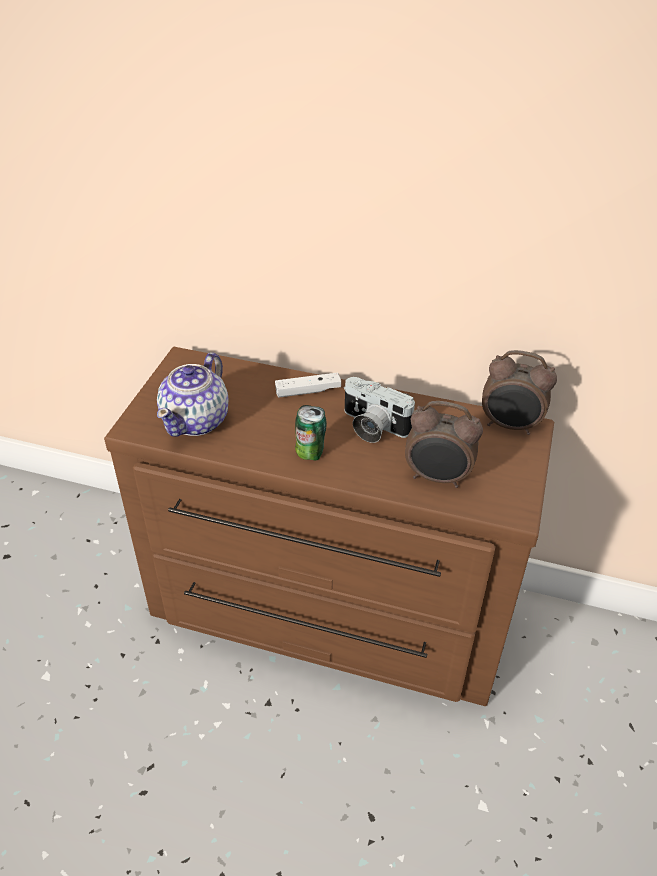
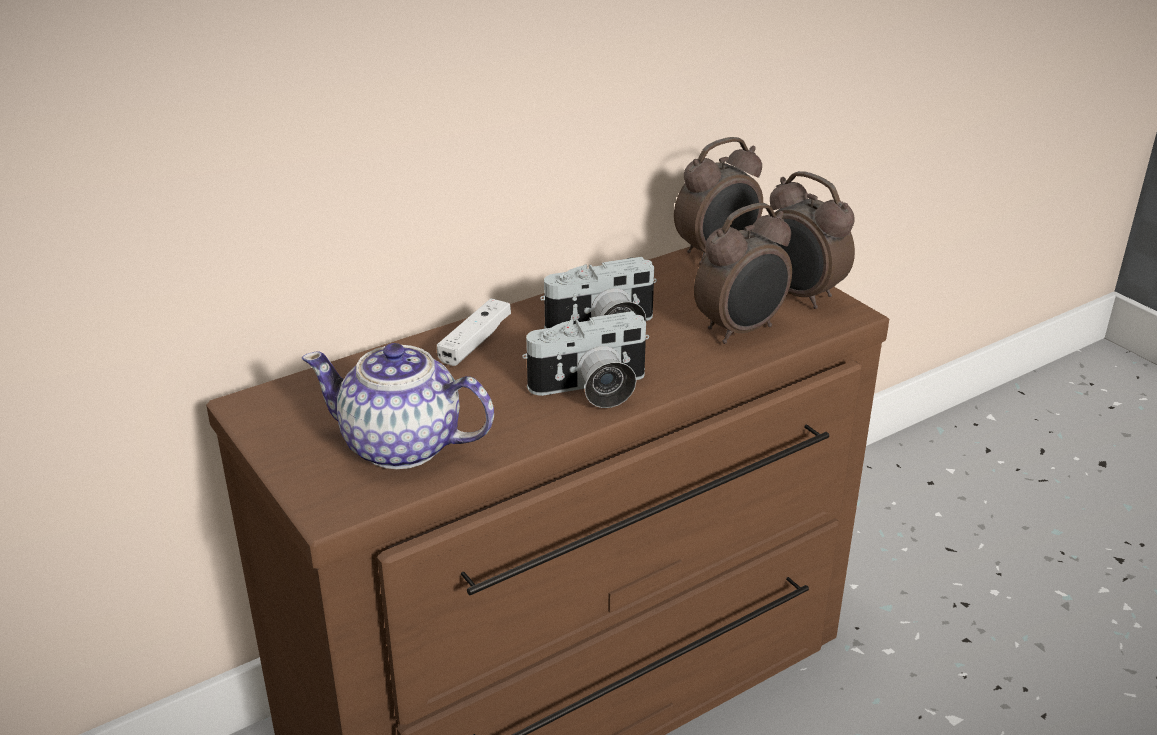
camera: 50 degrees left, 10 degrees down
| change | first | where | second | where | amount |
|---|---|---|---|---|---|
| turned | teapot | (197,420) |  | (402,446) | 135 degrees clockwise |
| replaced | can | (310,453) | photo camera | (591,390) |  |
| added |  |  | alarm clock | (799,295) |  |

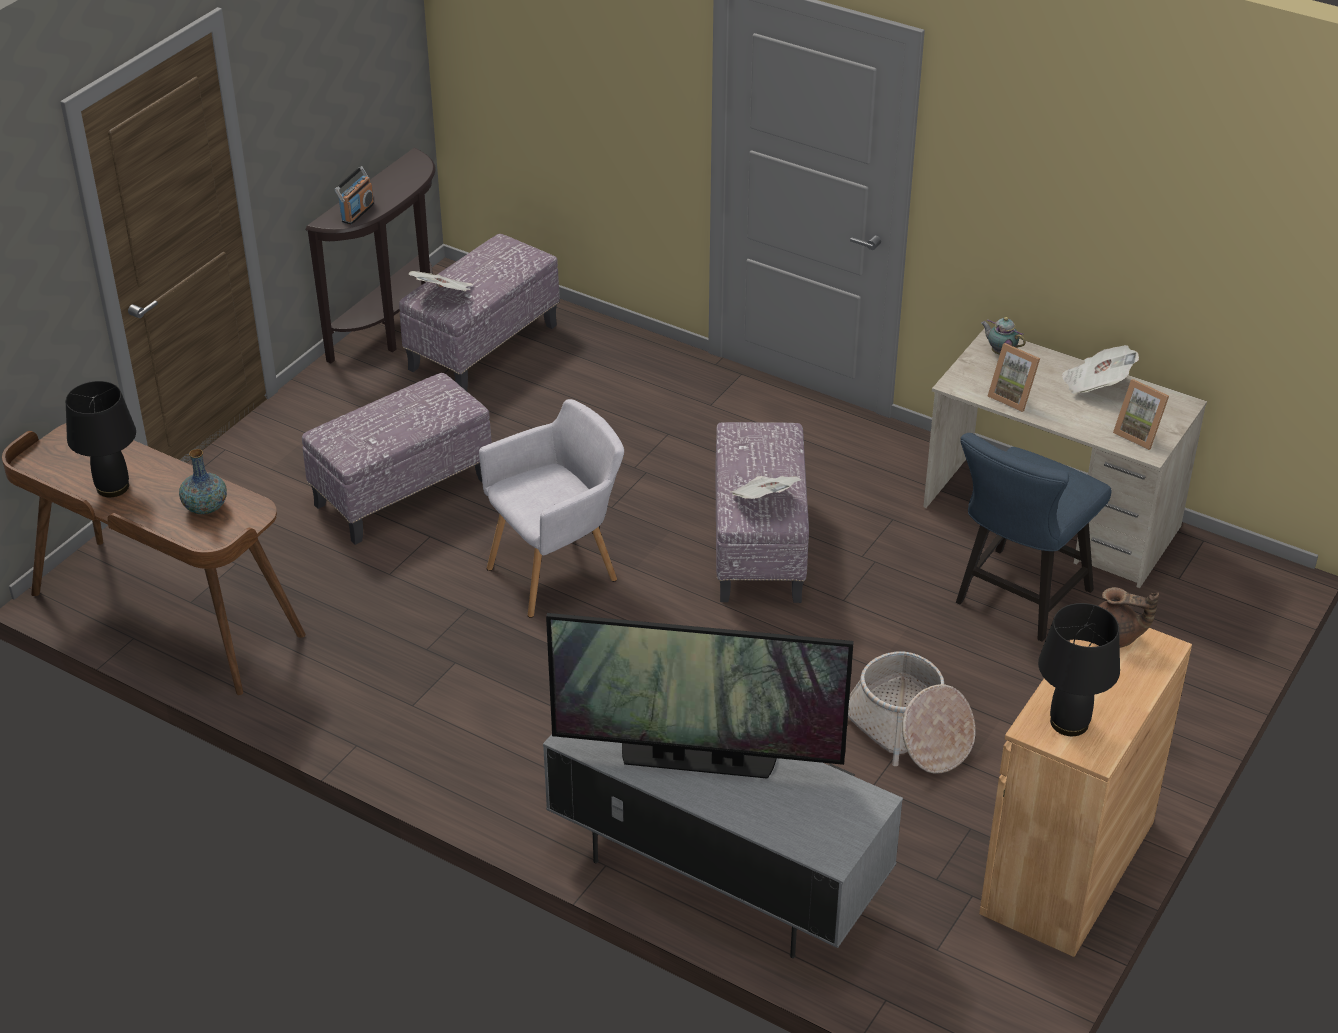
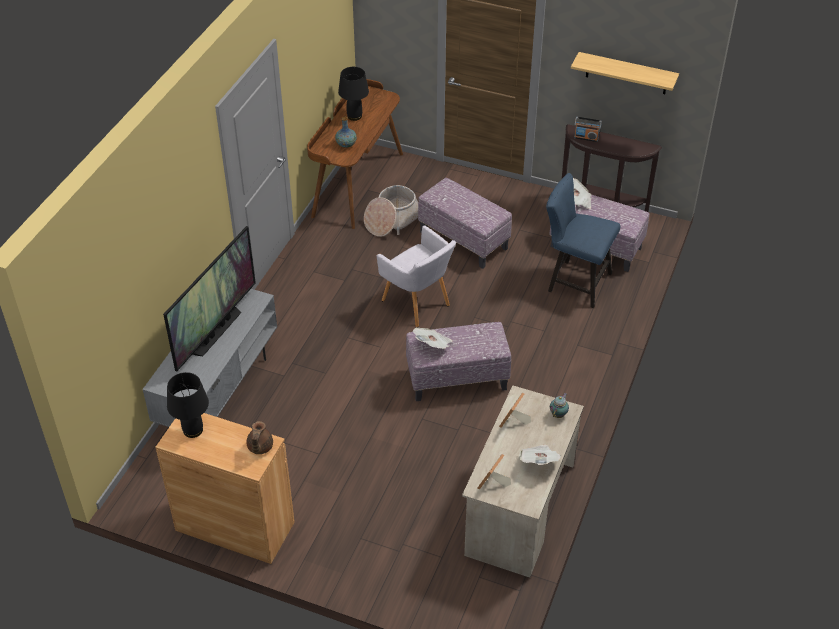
camera: 80 degrees right, 5 degrees up
| change | first | where | second | where | amount |
|---|---|---|---|---|---|
| turned | television | (697,760) |  | (216,331) | 150 degrees counterclockwise |
| moved | basket | (909,732) |  | (392,220) |  |
| moved | blue chair | (1017,601) |  | (574,282) |  |
| added |  |  | shelf | (626,73) |  |

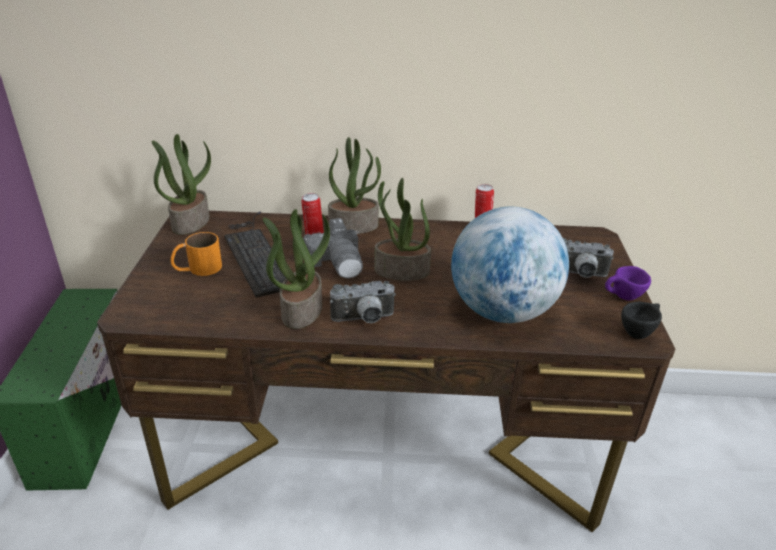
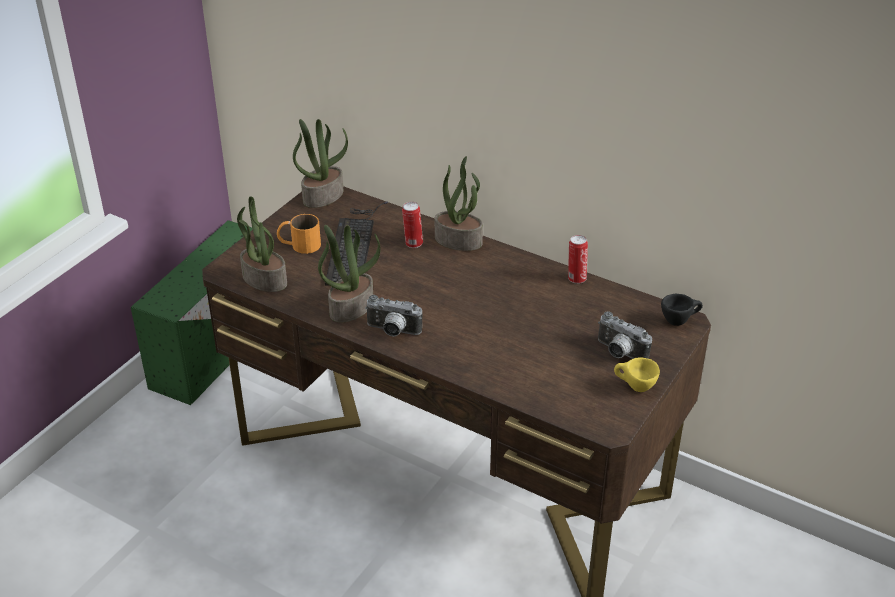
camera: 30 degrees right, 5 degrees up
| change | first | where | second | where | amount |
|---|---|---|---|---|---|
| removed | photo camera | (337,263) |  |  |  |
| moved | potted plant | (401,271) |  | (263,280) |  |
| removed | globe | (502,311) |  |  |  |
| recoloured | purple cup | (622,298) | yellow cup | (634,387) |  |
| moved | black cup | (638,332) |  | (679,321) |  |

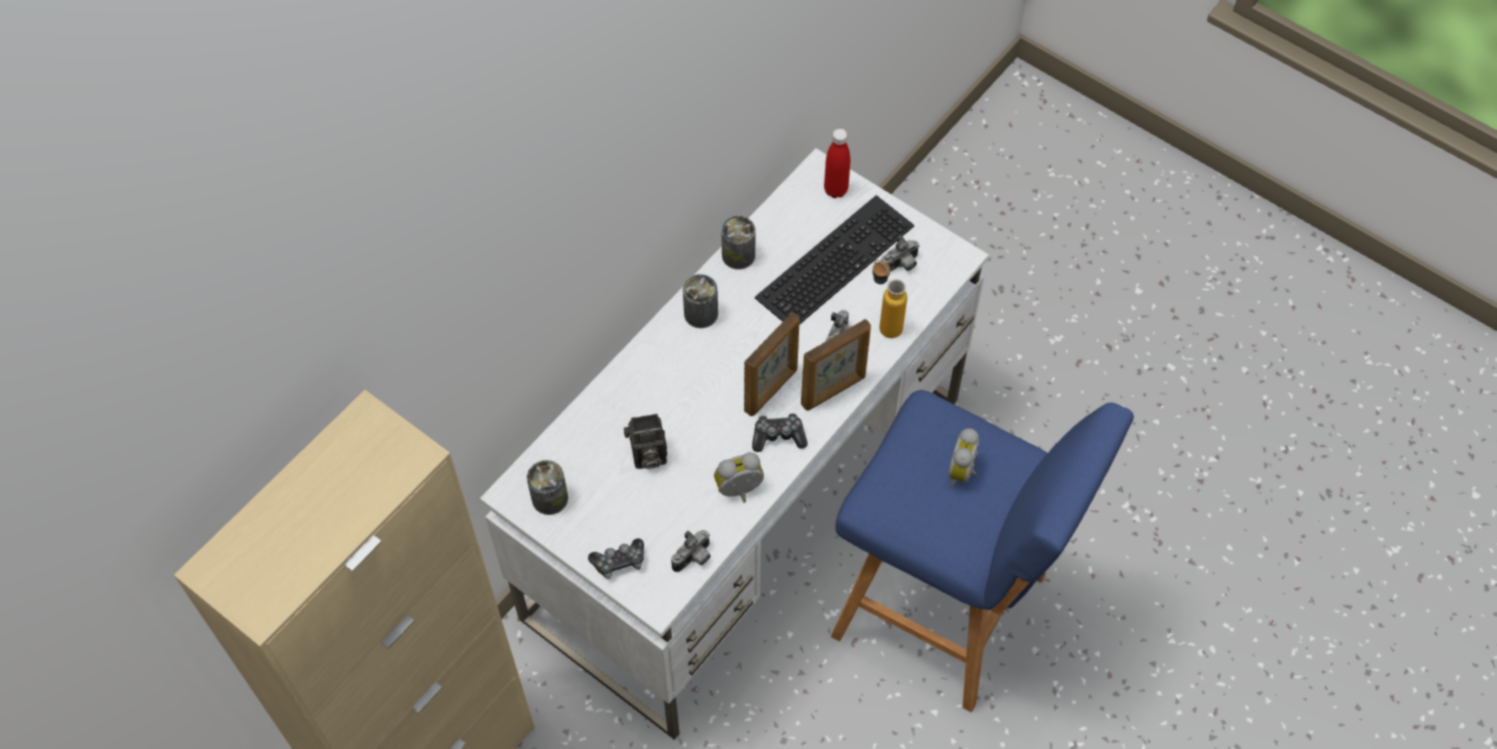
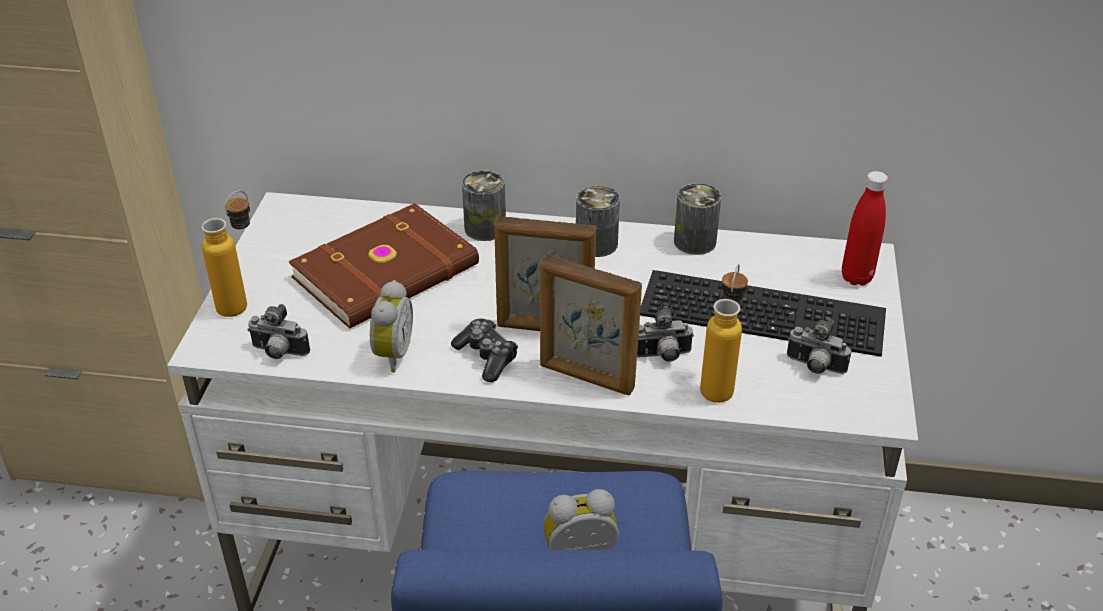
camera: 60 degrees right, 20 degrees down
| change | first | where | second | where | amount |
|---|---|---|---|---|---|
| moved | can | (550,498) |  | (485,228) |  |
| replaced | game controller | (619,562) | bottle | (242,302) |  |
| replaced | photo camera | (647,456) | brown book | (388,272) |  |
| turned | alarm clock | (740,491) |  | (391,354) | 60 degrees clockwise |

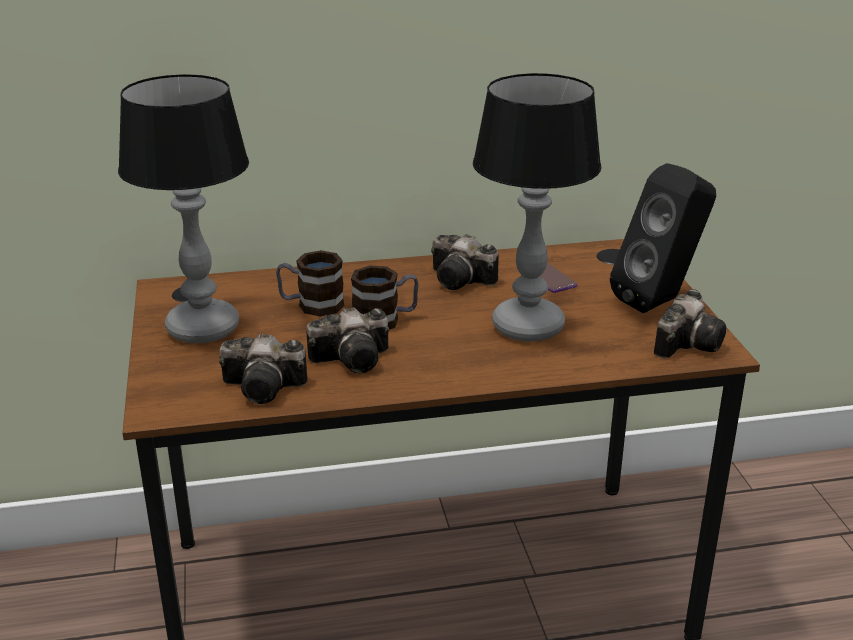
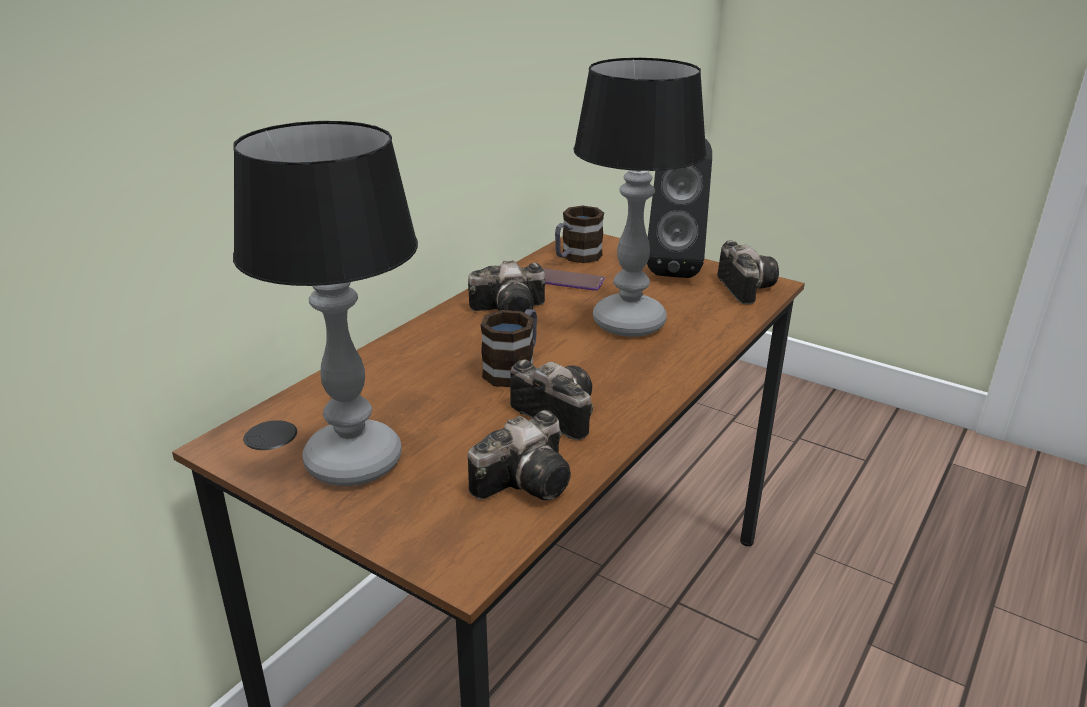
camera: 45 degrees left, 0 degrees up
| change | first | where | second | where | amount |
|---|---|---|---|---|---|
| moved | mug | (311,305) |  | (576,257) |  |
| turned | photo camera | (355,359) |  | (554,413) | 75 degrees counterclockwise |

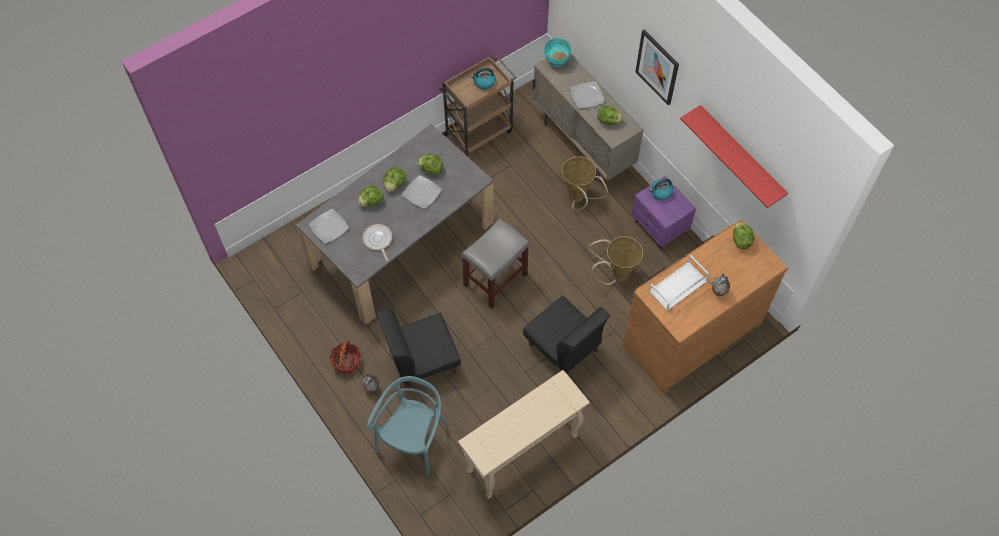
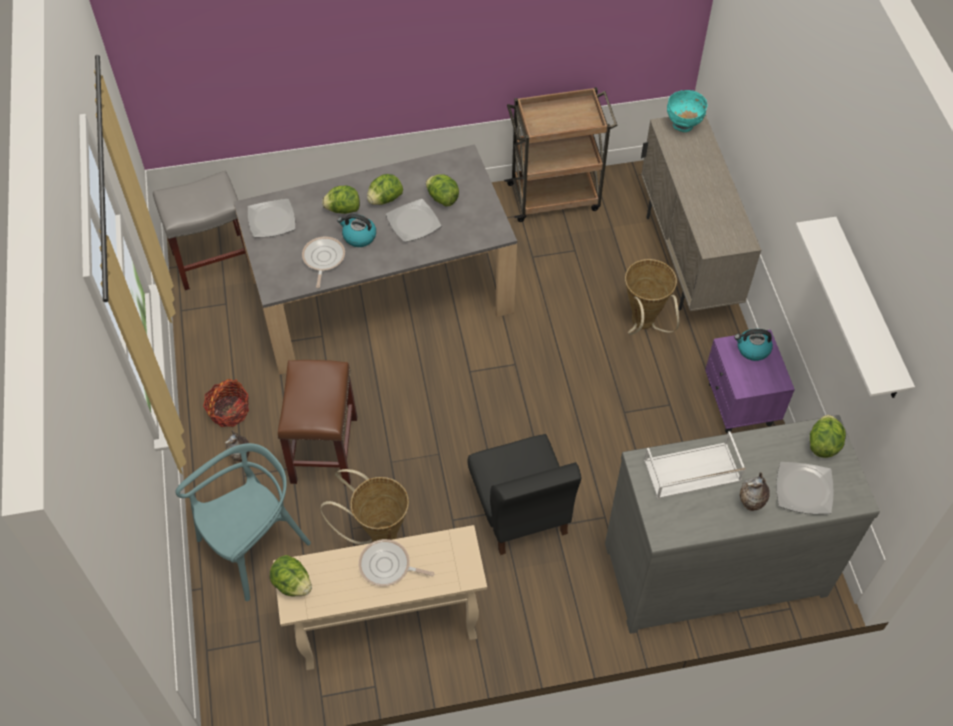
camera: 25 degrees right, 5 degrees down
| change | first | where | second | where | amount |
|---|---|---|---|---|---|
| replaced | black chair | (422,361) | brown stool | (324,449) |  |
| moved | grey stool | (495,281) |  | (212,261) |  |
| moved | kettle | (484,82) |  | (359,236) |  |
| moved | plate | (586,96) |  | (803,489) |  |
| moved | basket | (616,275) |  | (378,535) |  |
| moved | lettuce | (608,121) |  | (292,584) |  |
| recoloured | brown dresser | (690,333) | grey dresser | (712,565) |  |
| removed | picture | (657,67) |  |  |  |
| recoloured | red shelf | (740,156) | white shelf | (867,311) |  |
| added |  |  | frying pan | (388,566) |  |

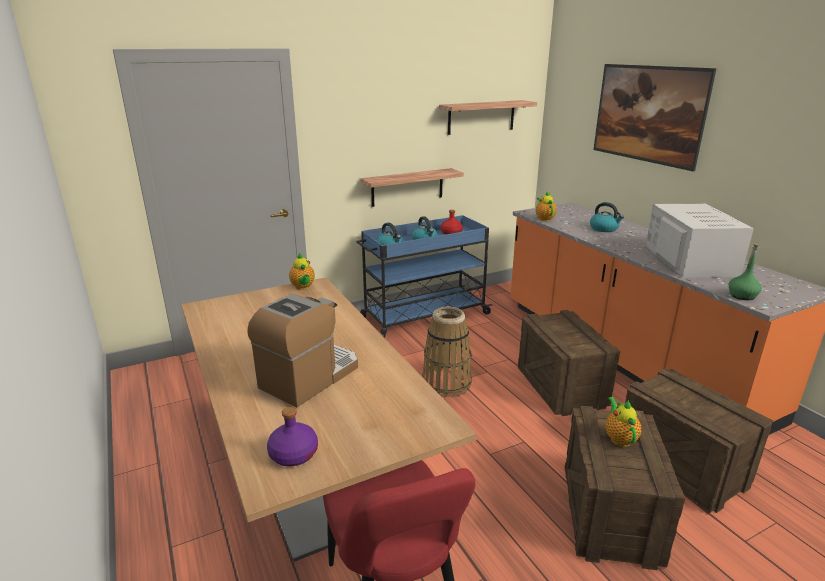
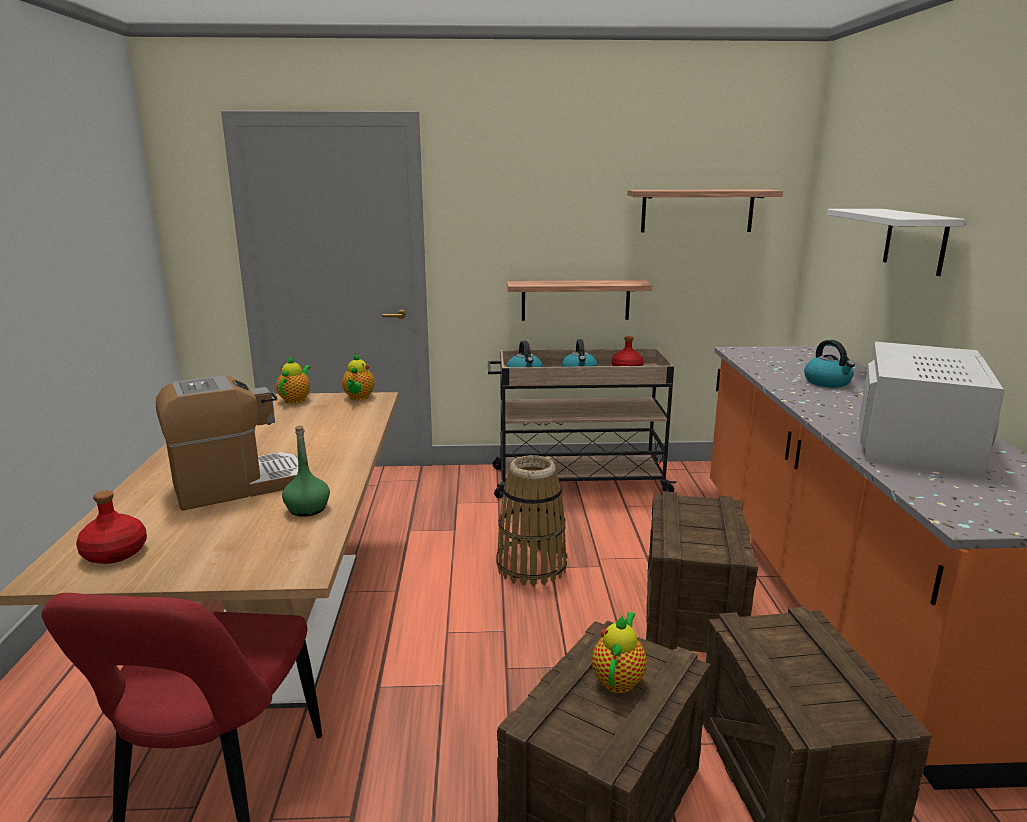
camera: 25 degrees right, 5 degrees down
| change | first | where | second | where | amount |
|---|---|---|---|---|---|
| recoloured | purple bottle | (293,454) | red bottle | (114,553) |  |
| recoloured | blue cart | (423,316) | beige cart | (577,481) |  |
| moved | teapot | (544,219) |  | (296,399) |  |
| replaced | picture | (644,137) | white shelf | (915,241) |  |
| moved | green bottle | (742,296) |  | (307,509) |  |

